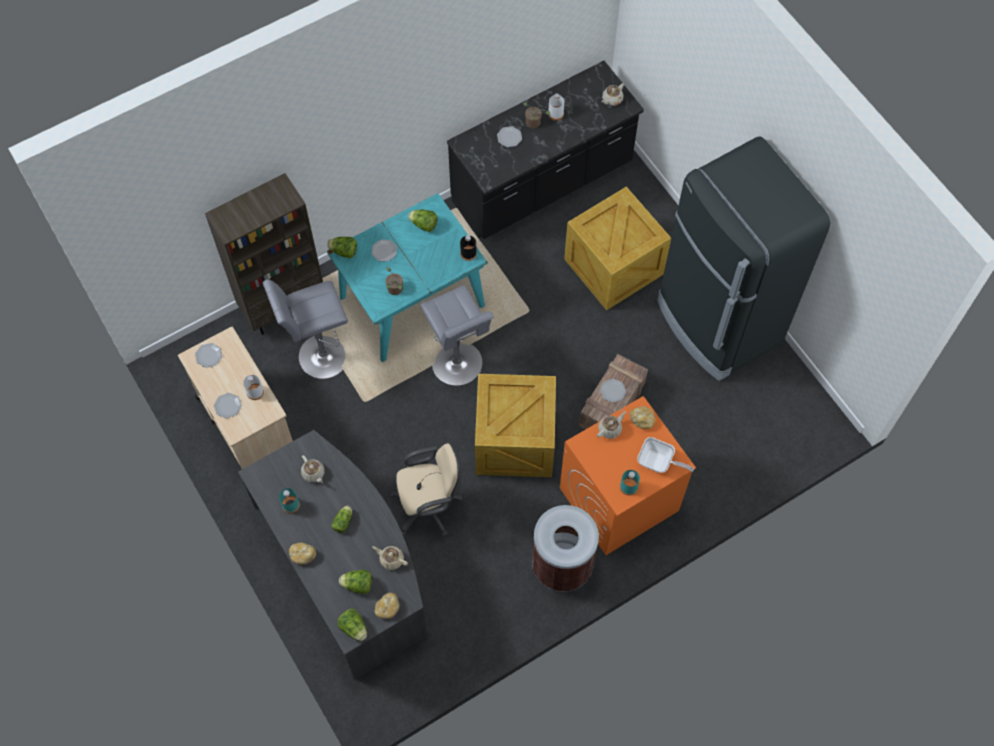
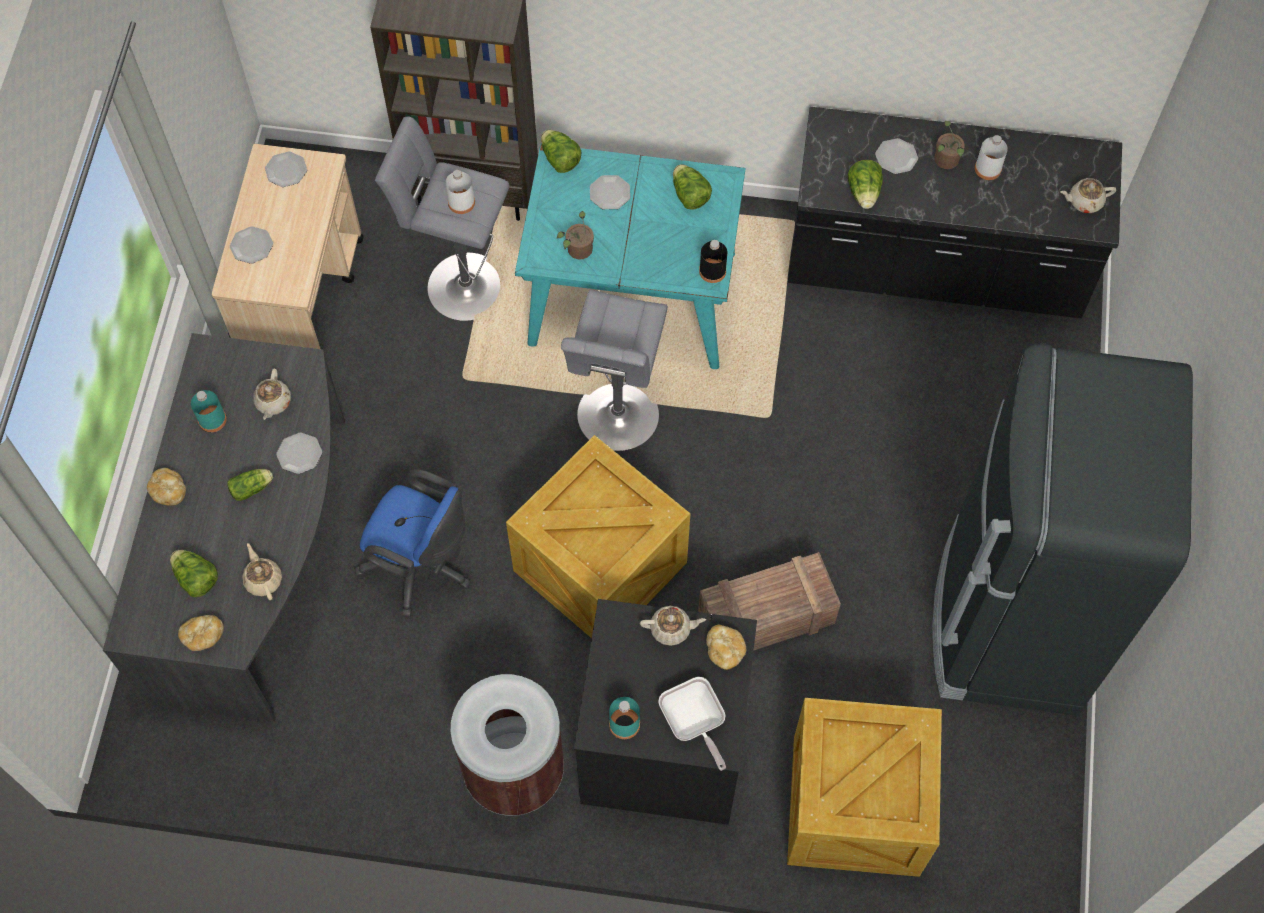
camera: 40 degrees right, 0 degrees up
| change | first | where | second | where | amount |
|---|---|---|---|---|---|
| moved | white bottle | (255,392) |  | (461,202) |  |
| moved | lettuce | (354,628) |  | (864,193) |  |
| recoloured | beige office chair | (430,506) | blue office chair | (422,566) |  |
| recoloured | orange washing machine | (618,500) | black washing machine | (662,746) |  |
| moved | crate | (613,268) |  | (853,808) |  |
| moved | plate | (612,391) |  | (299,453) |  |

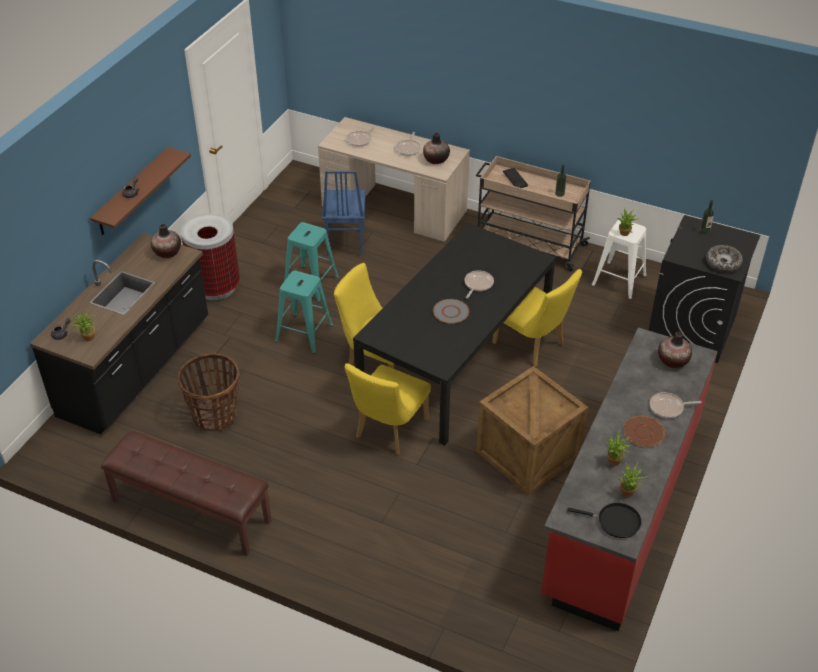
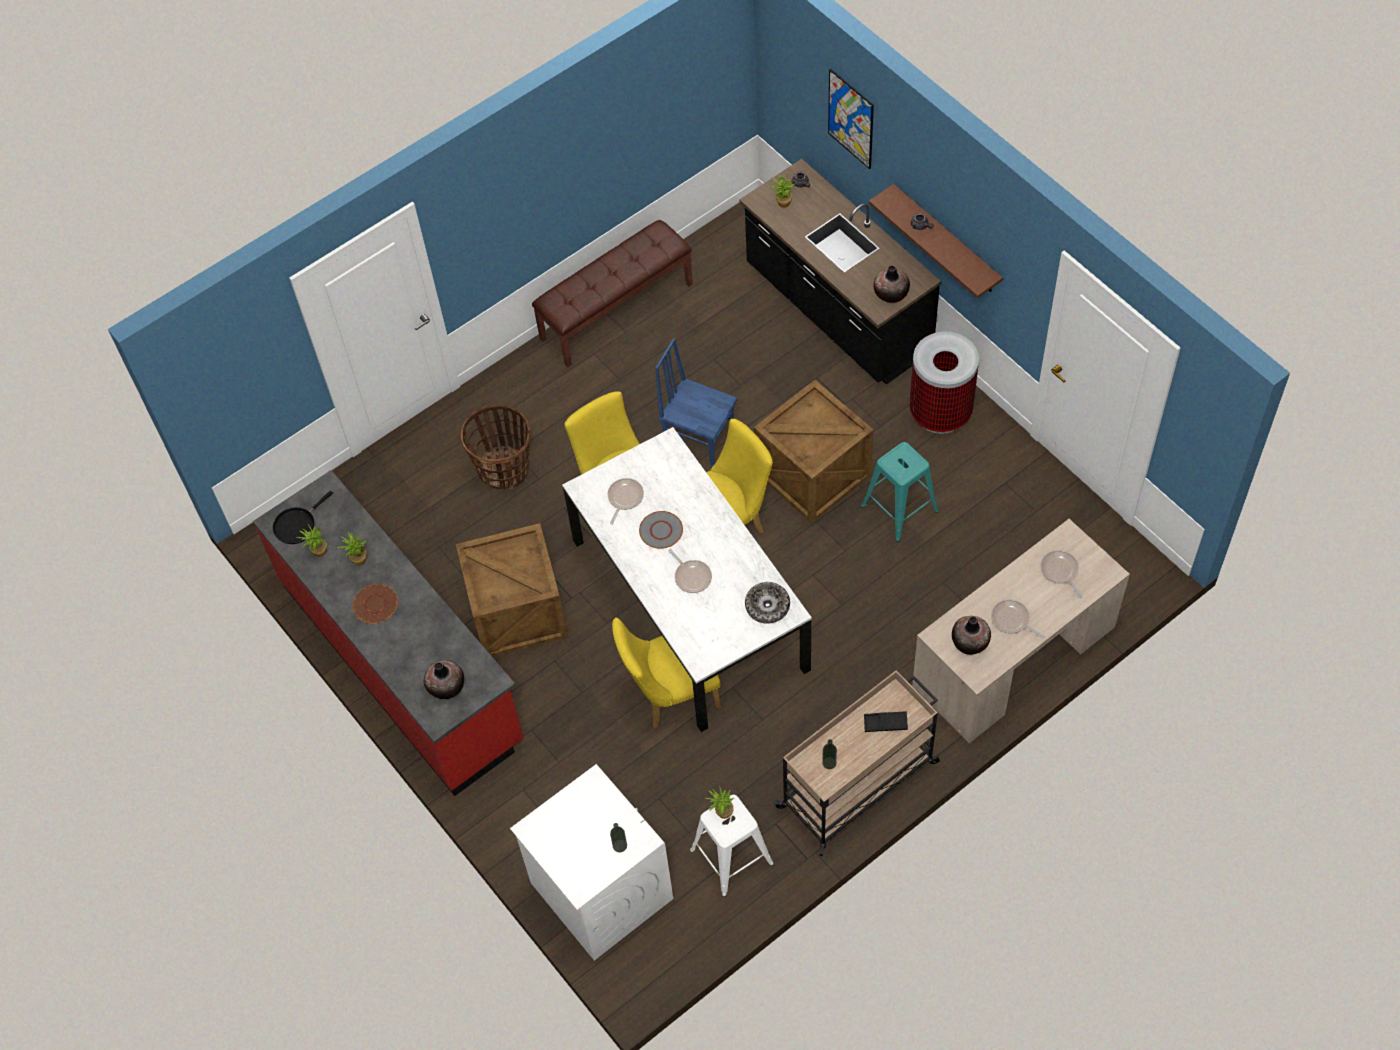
camera: 120 degrees right, 15 degrees up
| change | first | where | second | where | amount |
|---|---|---|---|---|---|
| moved | basket | (215,415) |  | (504,469) |  |
| replaced | turquoise stool | (304,332) | crate | (815,474) |  |
| moved | blue chair | (345,243) |  | (699,443) |  |
| recoloured | black dining table | (455,360) | white dining table | (690,605) |  |
| recoloured | black washing machine | (691,329) | white washing machine | (600,890) |  |
| moved | frying pan | (668,407) |  | (624,498) |  |
| moved | bowl | (723,263) |  | (767,606) |  |
| added |  |  | picture | (851,119) |  |

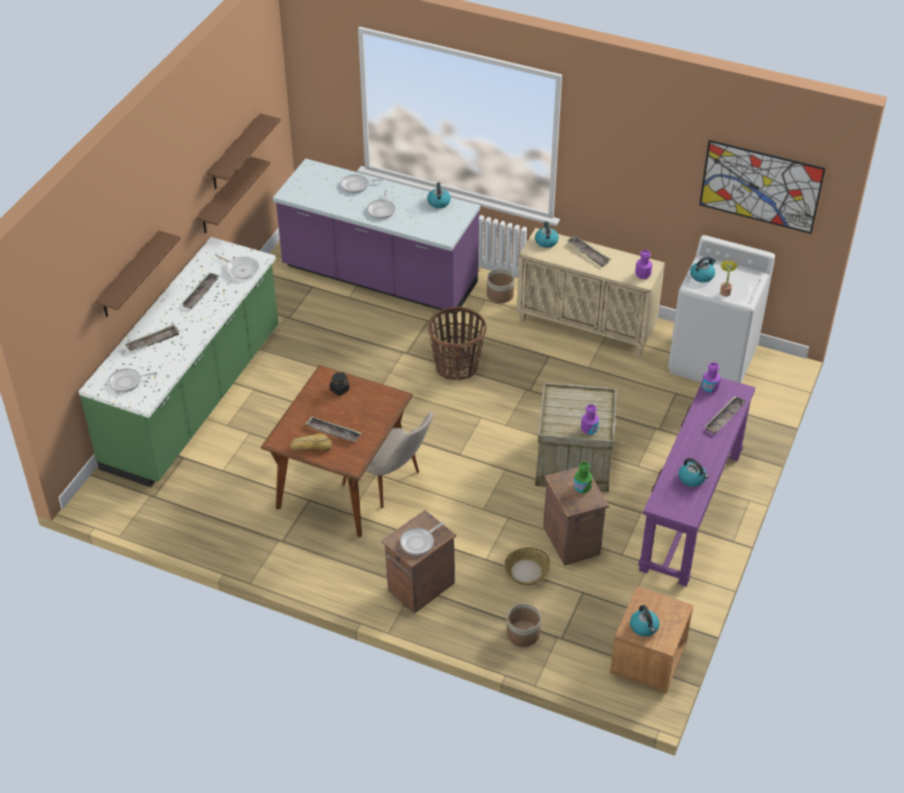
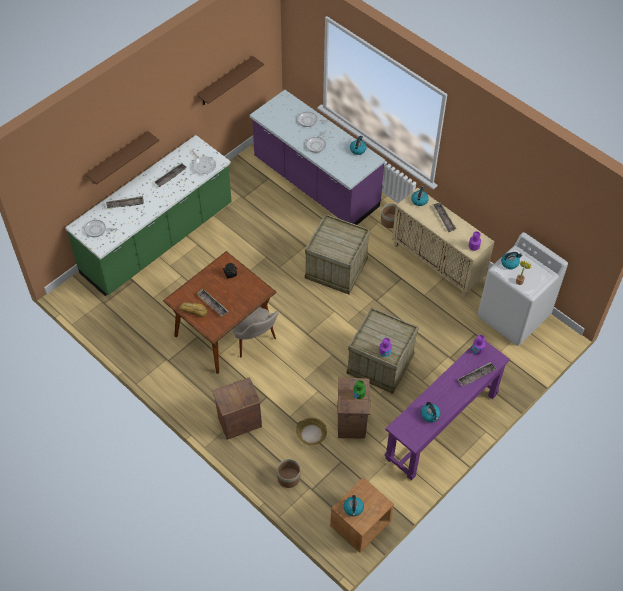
camera: 20 degrees right, 10 degrees up
| change | first | where | second | where | amount |
|---|---|---|---|---|---|
| removed | brown shelf | (225,197) |  |  |  |
| removed | frying pan | (419,542) |  |  |  |
| replaced | basket | (456,366) | crate | (336,267) |  |
| removed | picture | (760,186) |  |  |  |

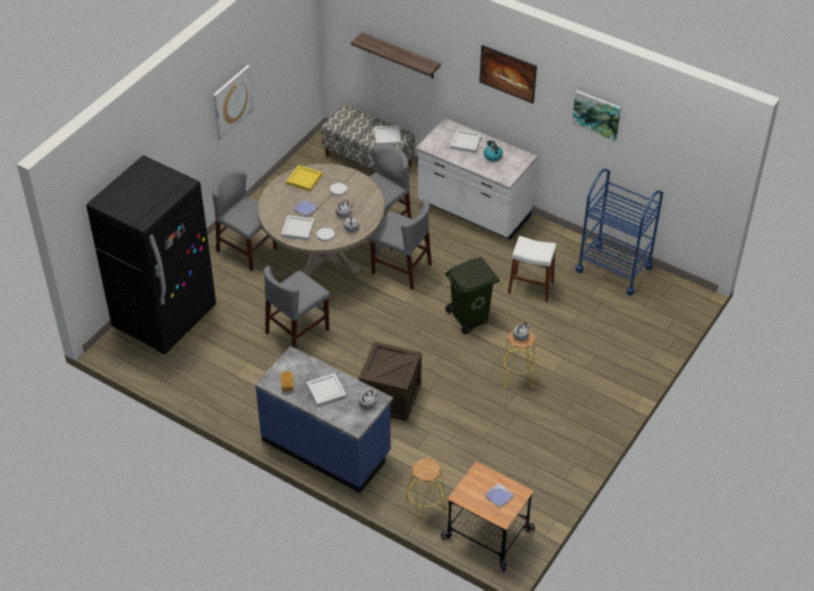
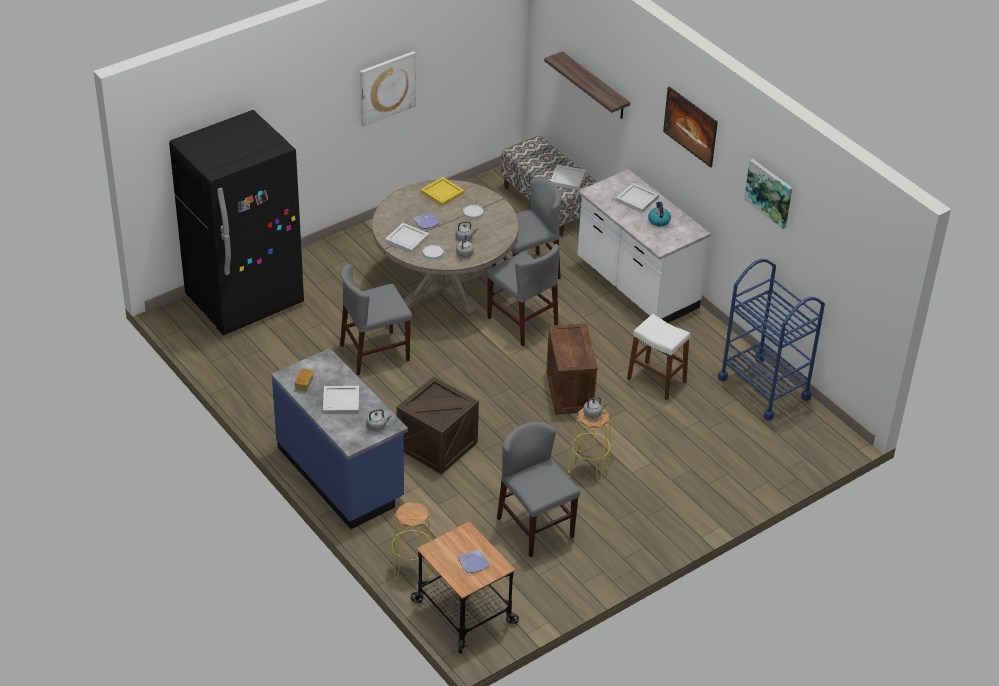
camera: 20 degrees right, 5 degrees down
| change | first | where | second | where | amount |
|---|---|---|---|---|---|
| moved | grey chair | (247,250) |  | (535,527) |  |
| replaced | green trash can | (470,318) | crate | (570,392) |  |

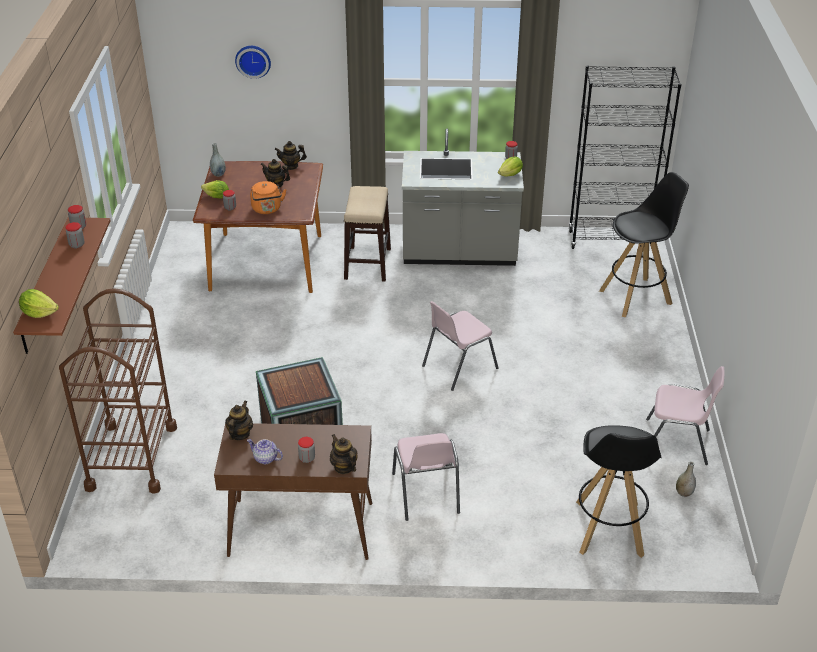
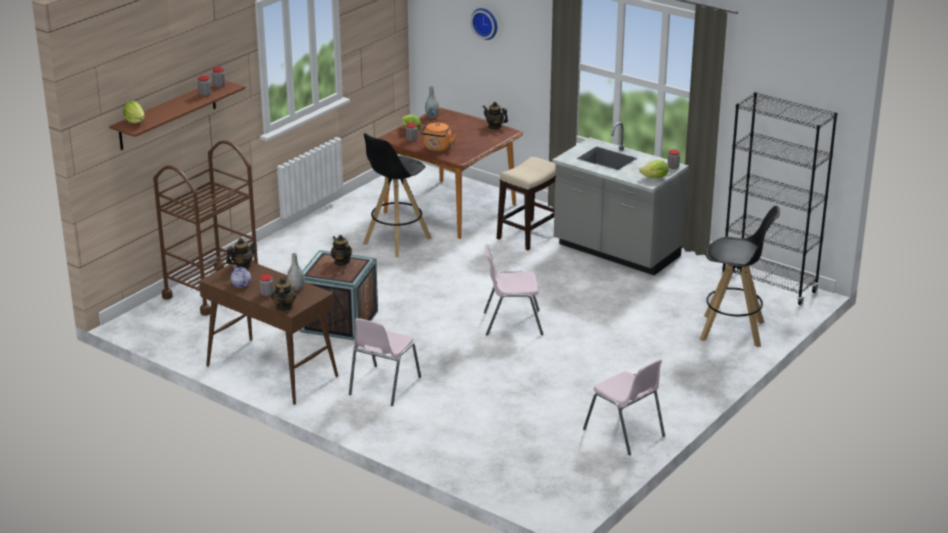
camera: 35 degrees right, 10 degrees down
| change | first | where | second | where | amount |
|---|---|---|---|---|---|
| moved | teapot | (276,184) |  | (341,262) |  |
| moved | black stool | (609,529) |  | (396,241) |  |
| moved | grey vase | (684,493) |  | (296,288) |  |

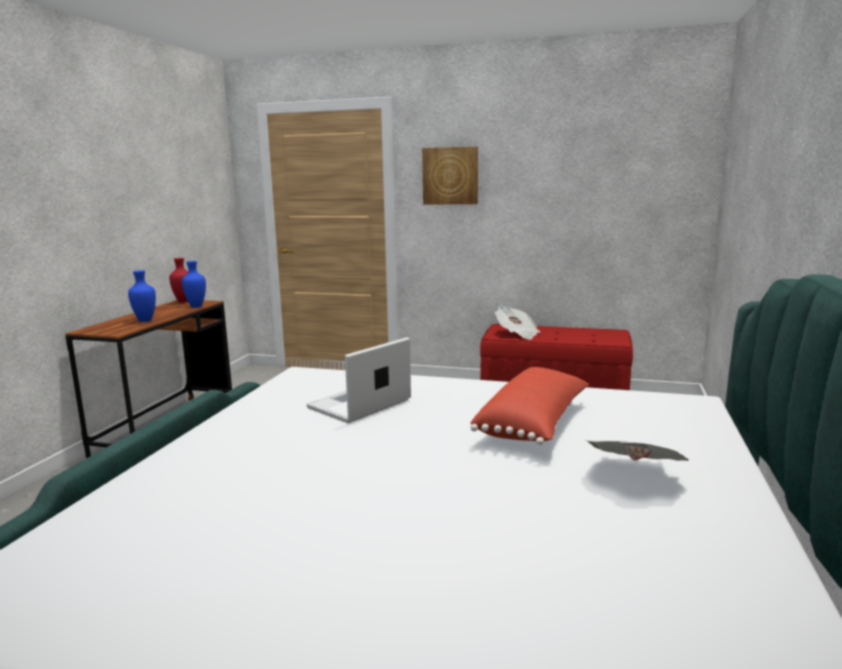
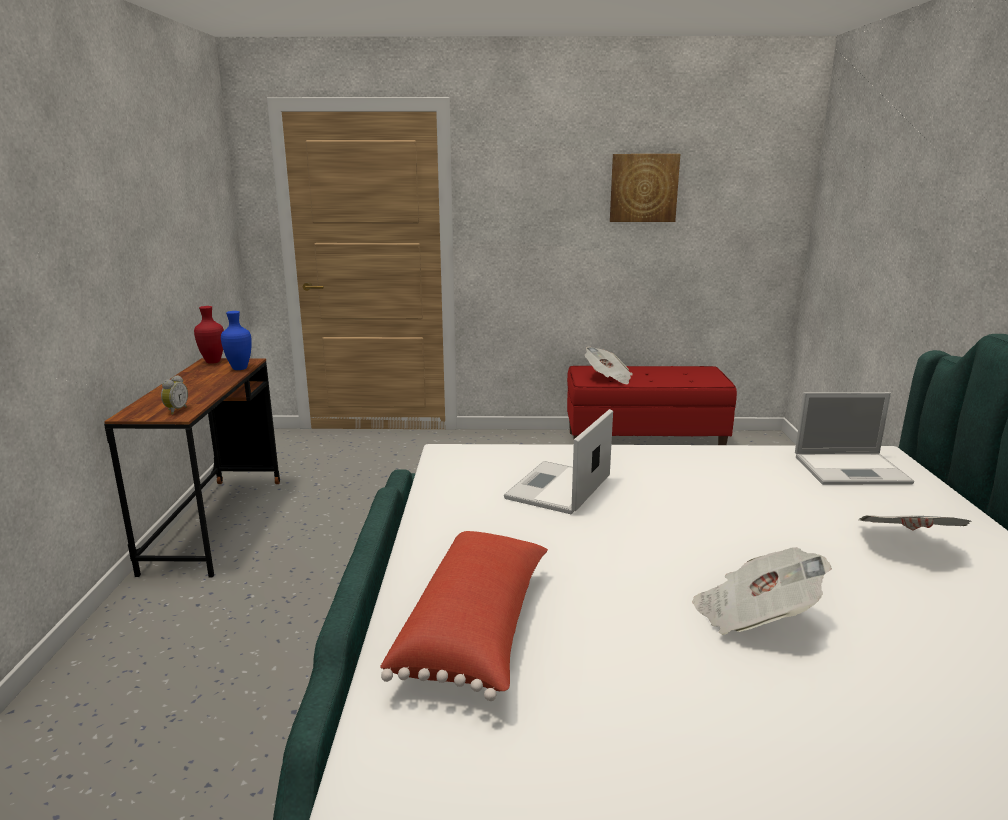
camera: 15 degrees left, 5 degrees up
| change | first | where | second | where | amount |
|---|---|---|---|---|---|
| removed | blue vase | (144,320) |  |  |  |
| moved | picture | (450,176) |  | (643,188) |  |
| moved | red pillow | (535,424) |  | (477,630) |  |
| added |  |  | alarm clock | (175,410) |  |
| added |  |  | newspaper | (754,617) |  |
| added |  |  | laptop | (852,469) |  |

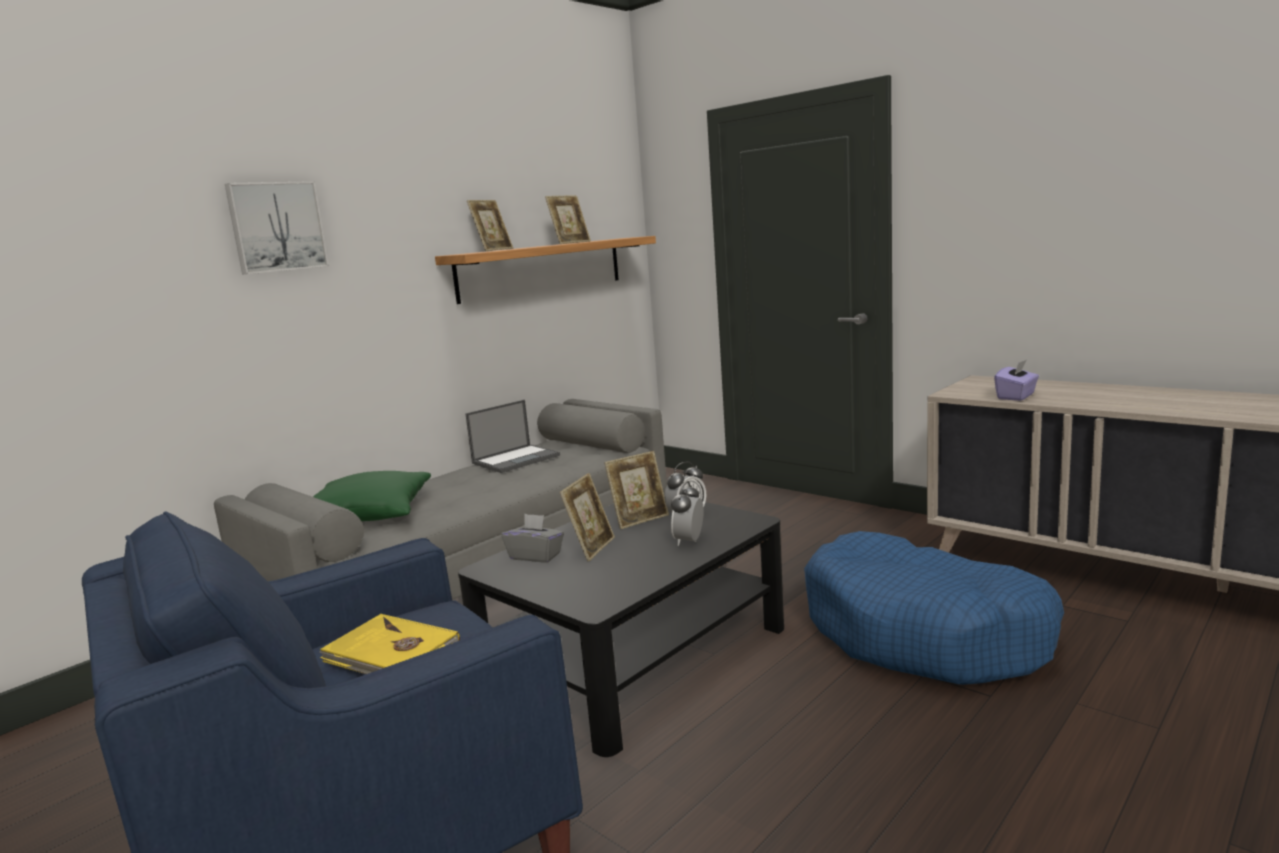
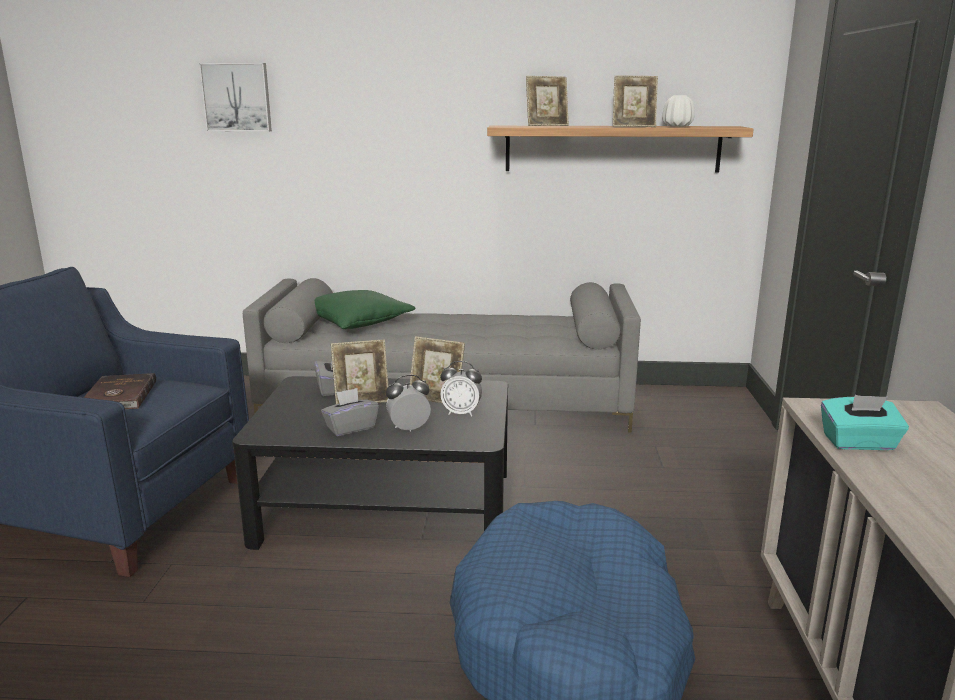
camera: 50 degrees right, 5 degrees up
| change | first | where | second | where | amount |
|---|---|---|---|---|---|
| moved | picture | (276,227) |  | (237,97) |  |
| recoloured | yellow book | (391,654) | brown book | (118,396) |  |
| removed | laptop | (516,459) |  |  |  |
| recoloured | purple tissue box | (1016,396) | turquoise tissue box | (859,443) |  |
| added |  |  | grey tissue box | (350,428) |  |
| added |  |  | white vase | (677,126) |  |

